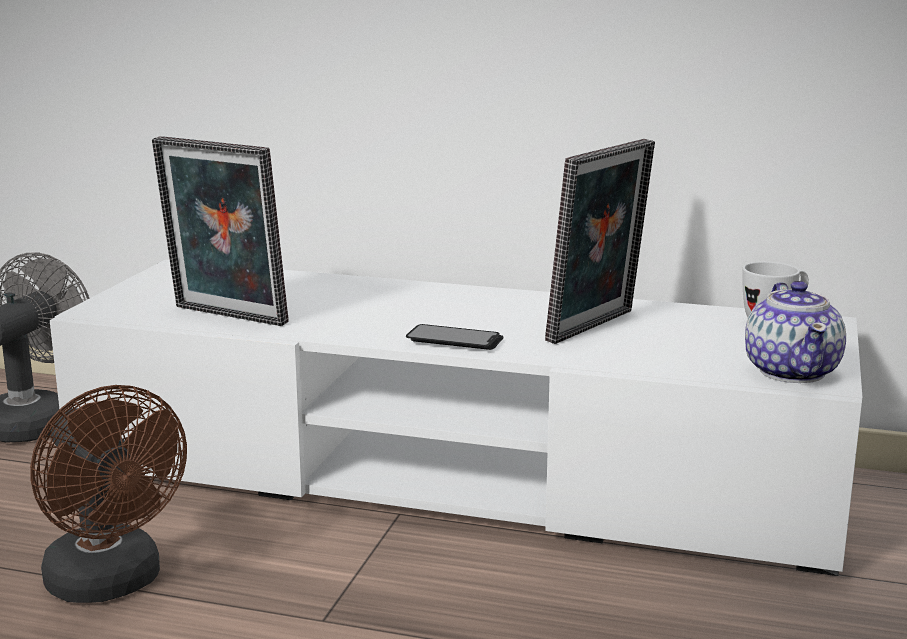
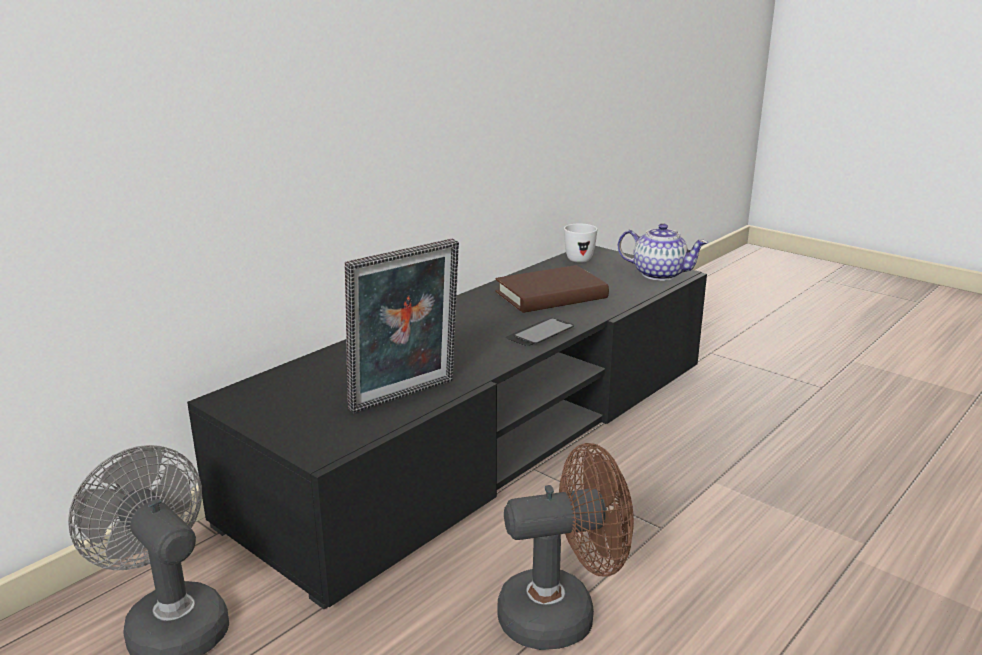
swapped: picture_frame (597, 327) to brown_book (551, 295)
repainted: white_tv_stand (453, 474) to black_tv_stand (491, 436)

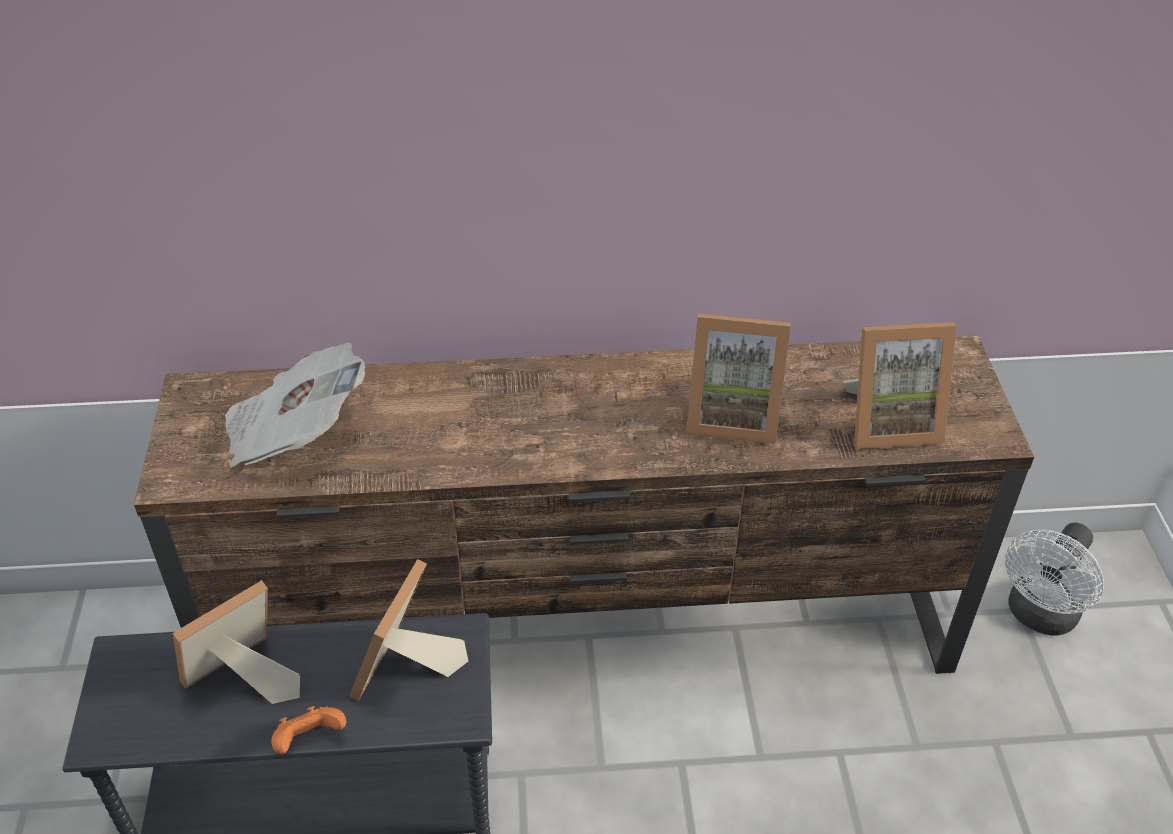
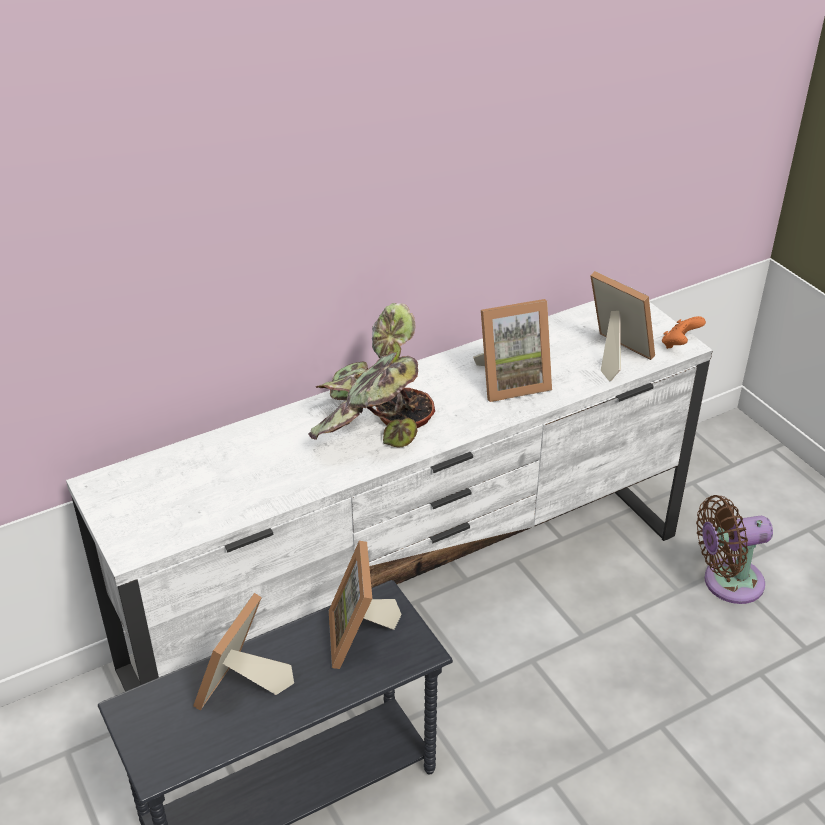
gone: newspaper (295, 434); white_fan (1038, 616)
new: potted_plant (370, 426); brown_fan (727, 582)
shifted: orange_game_controller (310, 740) to (679, 344)
repainted: brown_tv_stand (588, 632) to white_tv_stand (414, 599)
rotated: picture_frame (889, 422) = (613, 355) 105 degrees counterclockwise

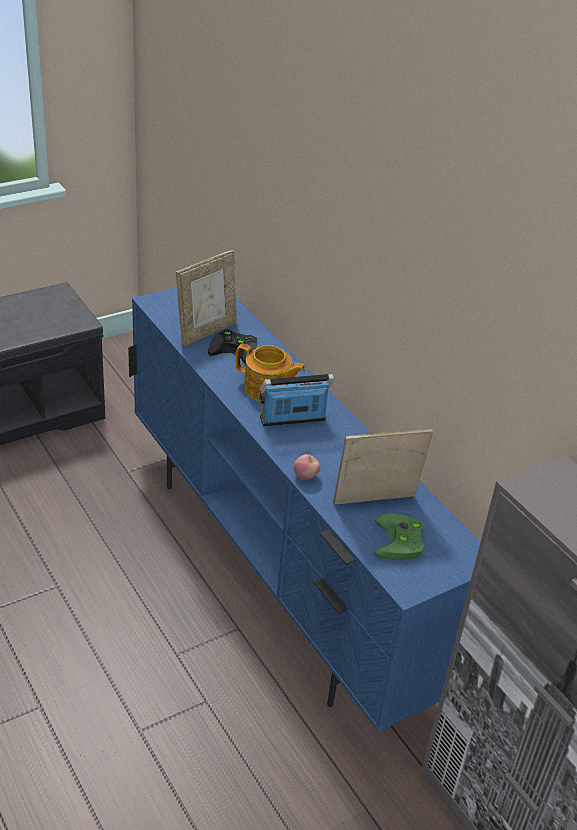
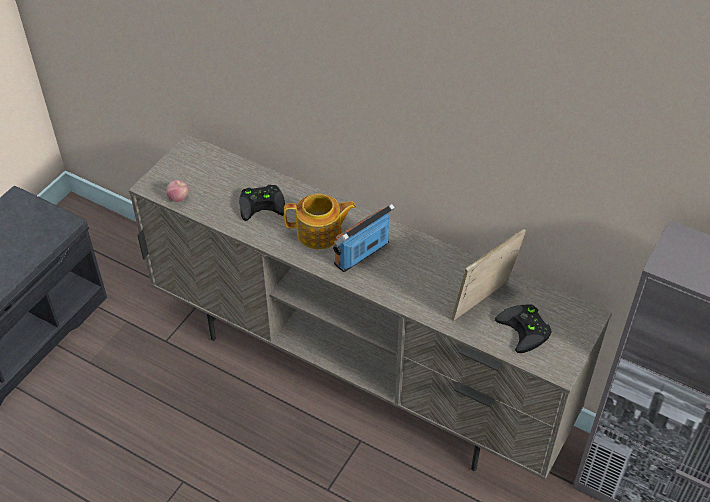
gone: picture_frame (206, 332)
shifted: apple (306, 476) to (178, 198)
repainted: blue_tv_stand (279, 573) to beige_tv_stand (359, 374); green_game_controller (400, 542) to black_game_controller (526, 330)

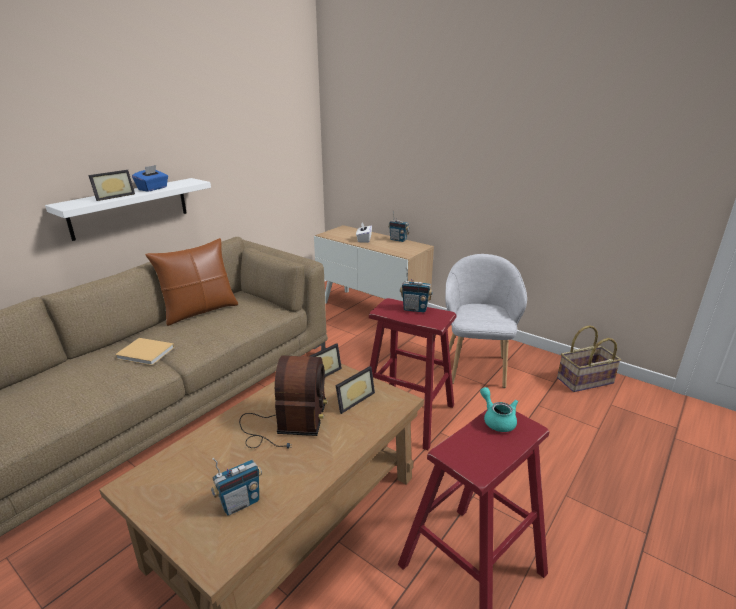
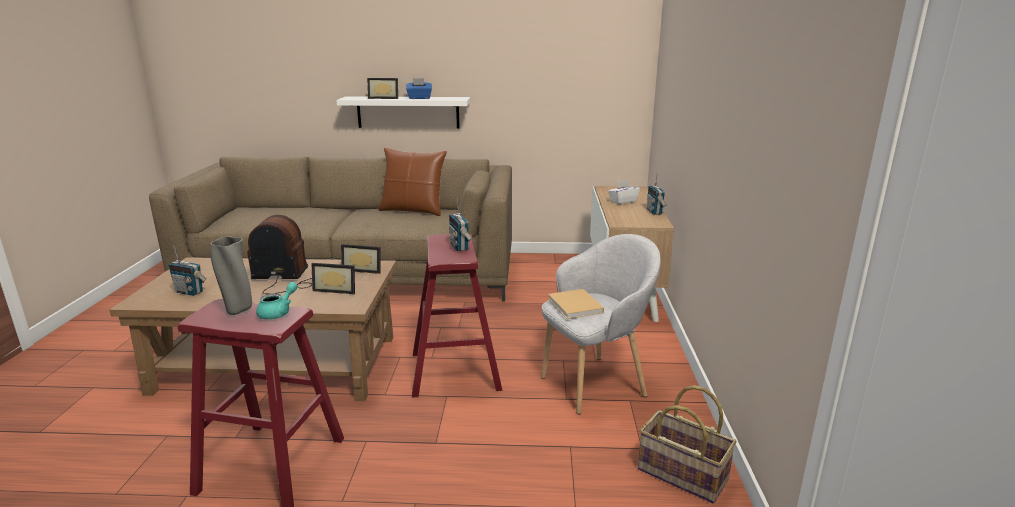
new: grey_vase (238, 310)
shifted: beige_book (147, 353) to (576, 306)
rotated: radio (286, 423) = (284, 279) 150 degrees counterclockwise

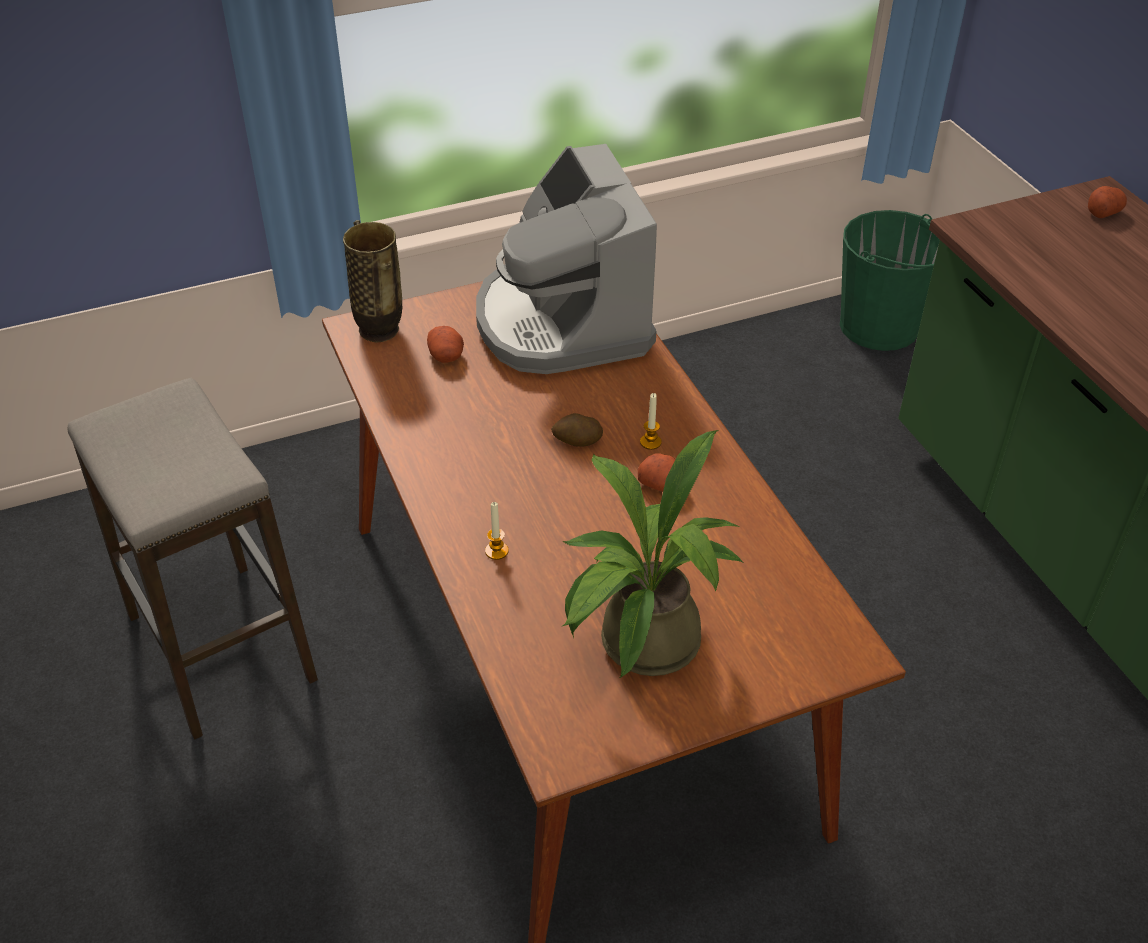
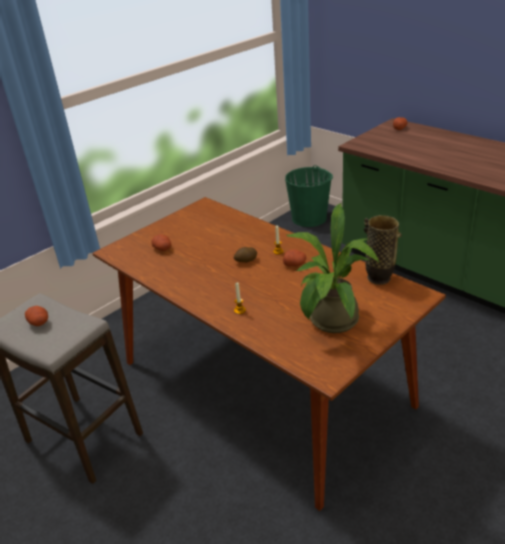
gone: coffee_machine (562, 322)
new: potato (39, 322)
shifted: vase (379, 330) to (379, 278)

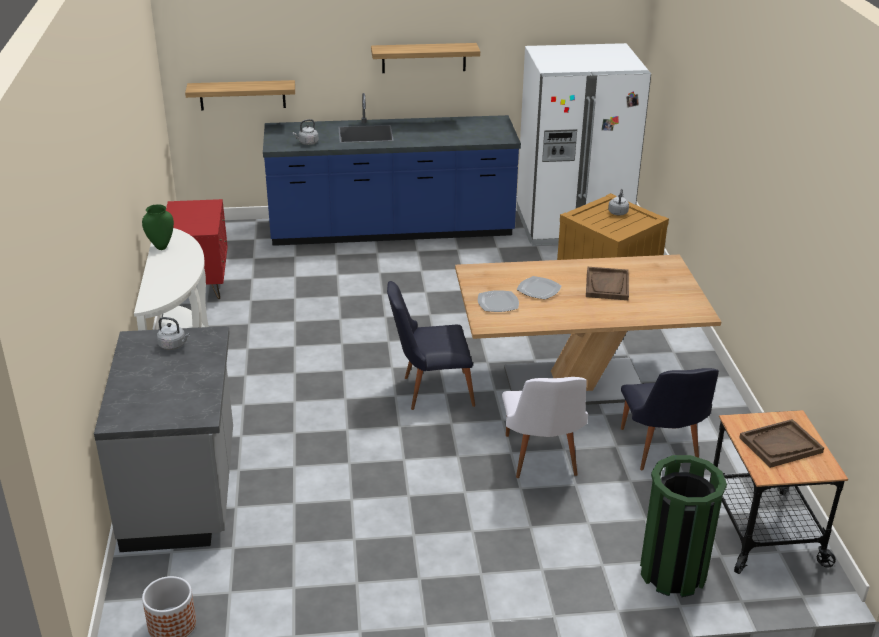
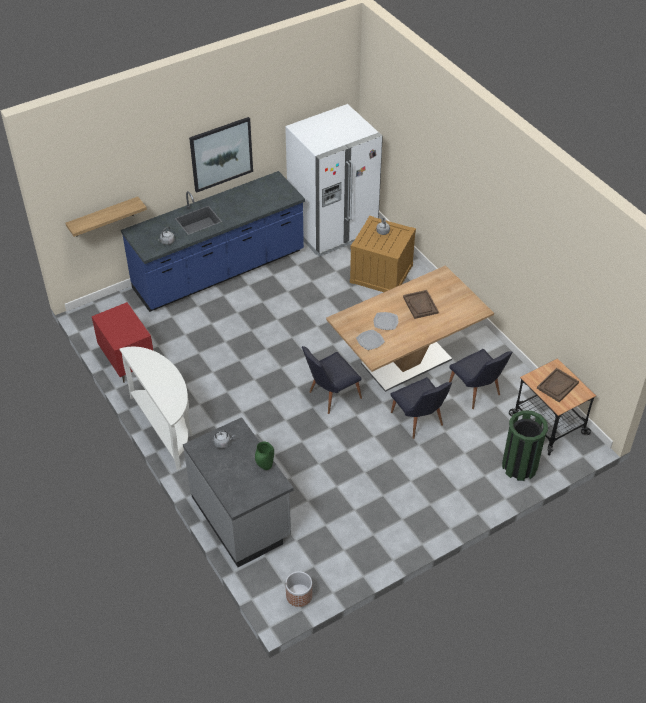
shifted: green_vase (161, 247) to (265, 467)
swapped: shelf (424, 58) to picture (221, 154)
repainted: white_chair (541, 460) to black_chair (419, 422)

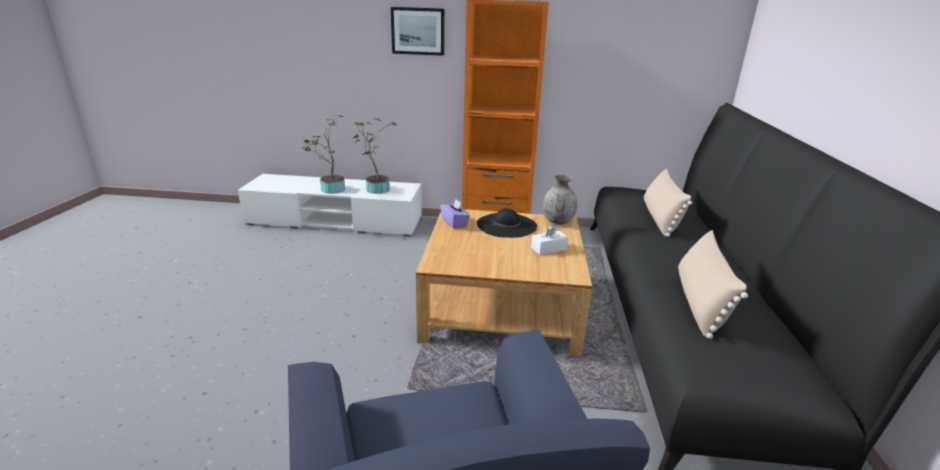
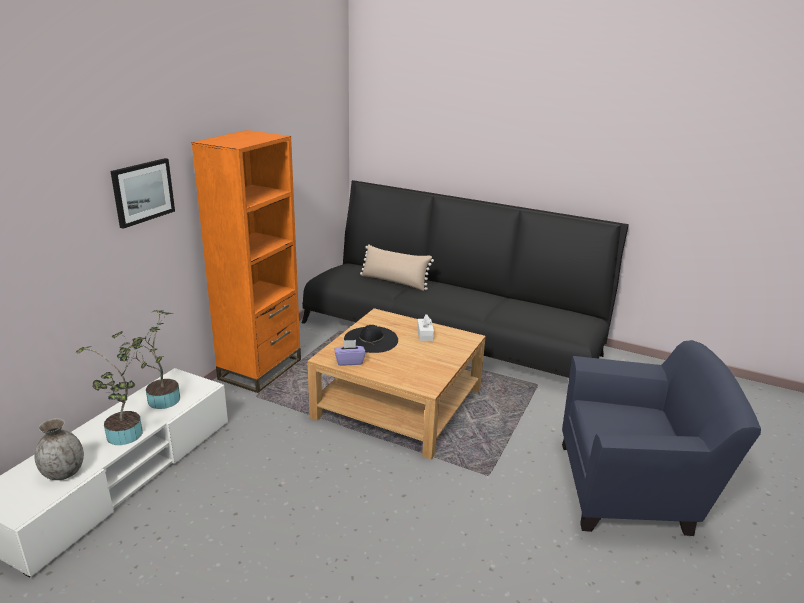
gone: beige_pillow (700, 302)
shifted: grey_vase (558, 221) to (63, 473)

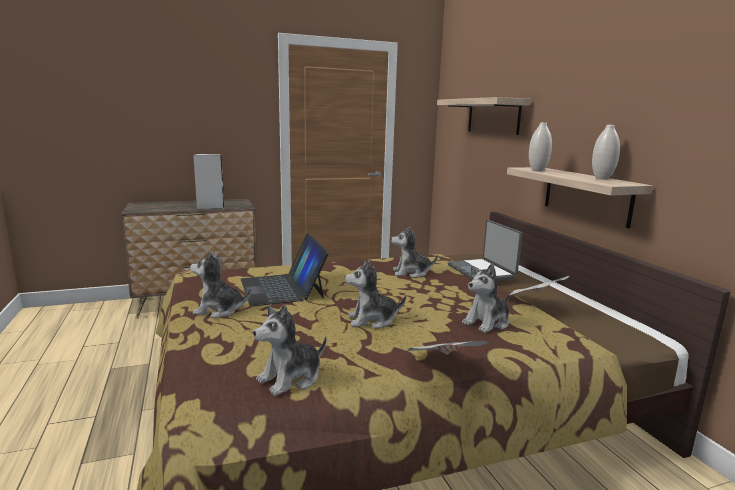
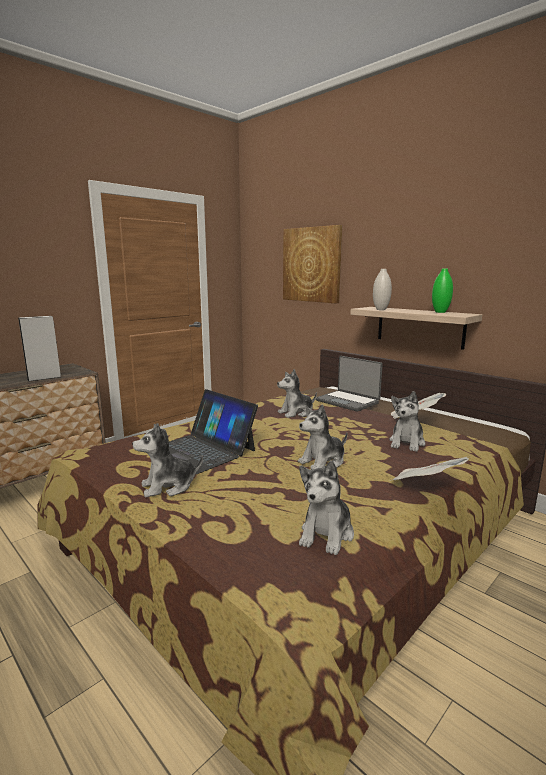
swapped: shelf (493, 116) to picture (311, 265)
repainted: white_vase (602, 179) to green_vase (440, 312)

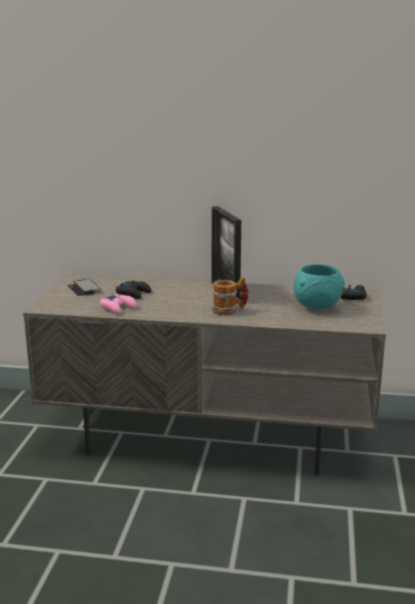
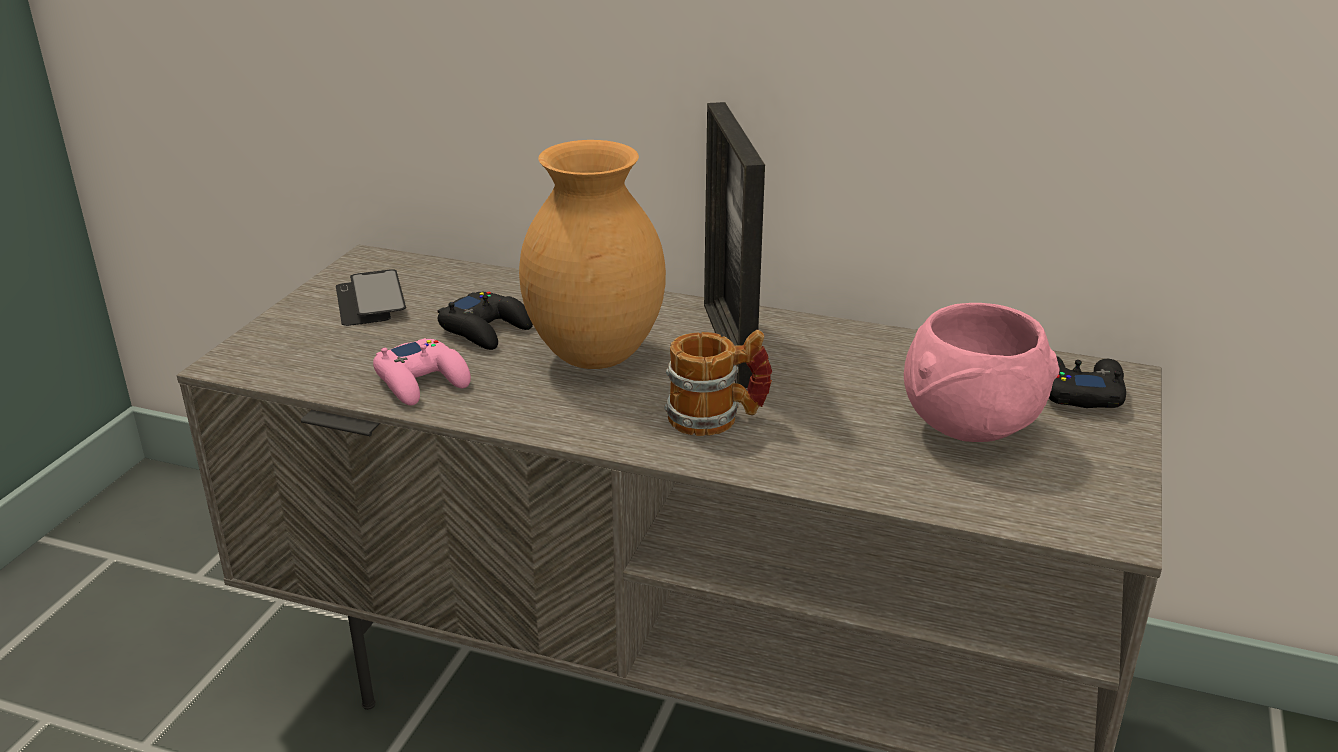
new: brown_vase (596, 357)
repainted: turquoise_bowl (317, 308) to pink_bowl (972, 430)

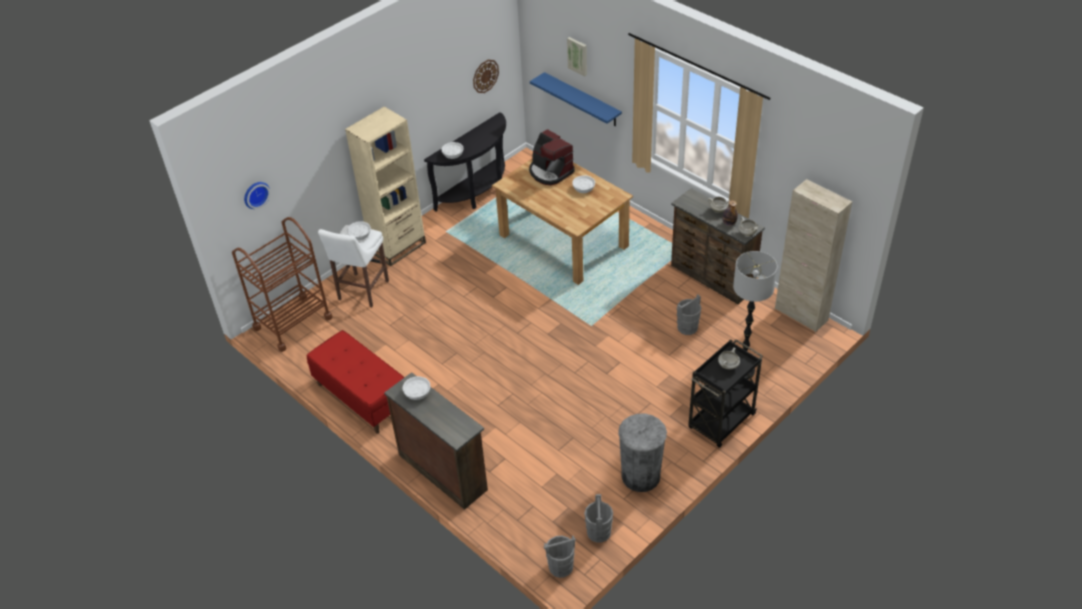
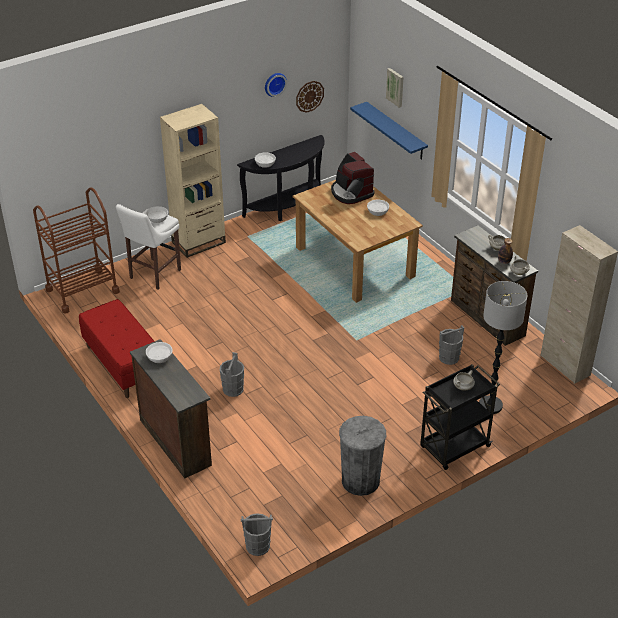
shifted: grey_bucket (598, 532) to (233, 389); wall_clock (255, 194) to (274, 83)

